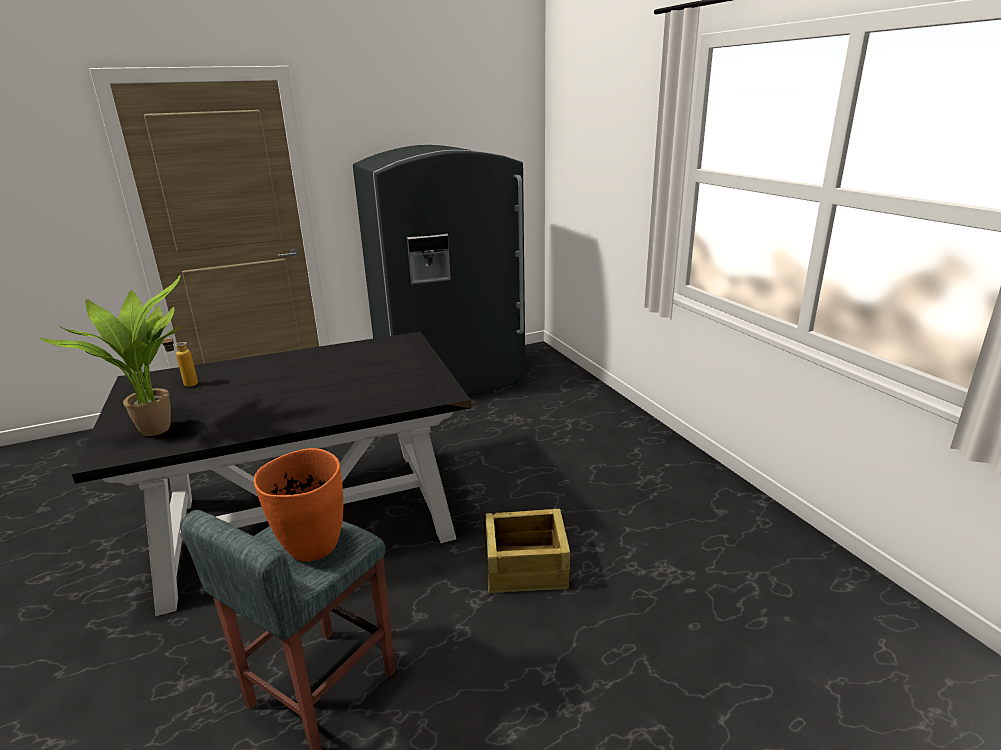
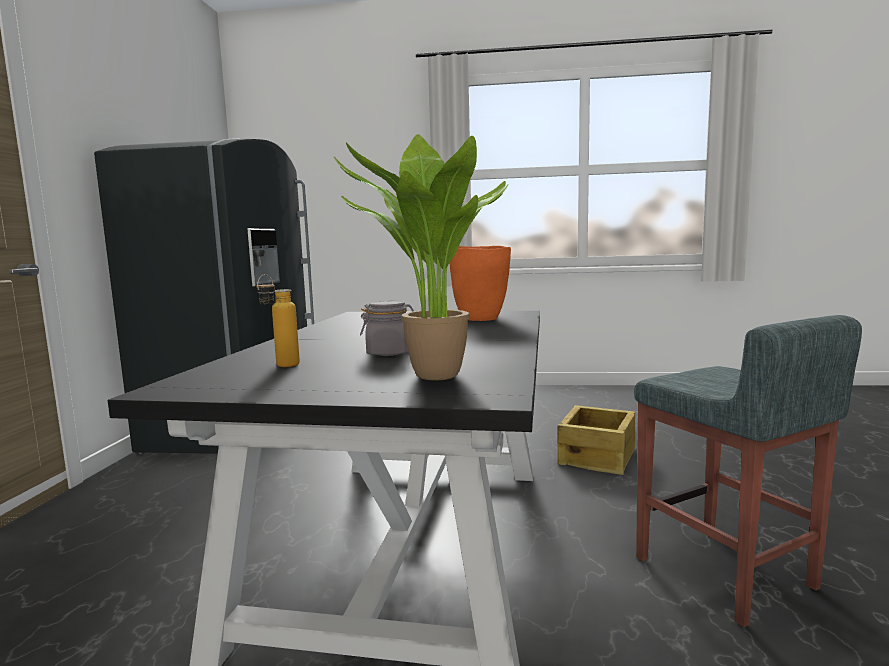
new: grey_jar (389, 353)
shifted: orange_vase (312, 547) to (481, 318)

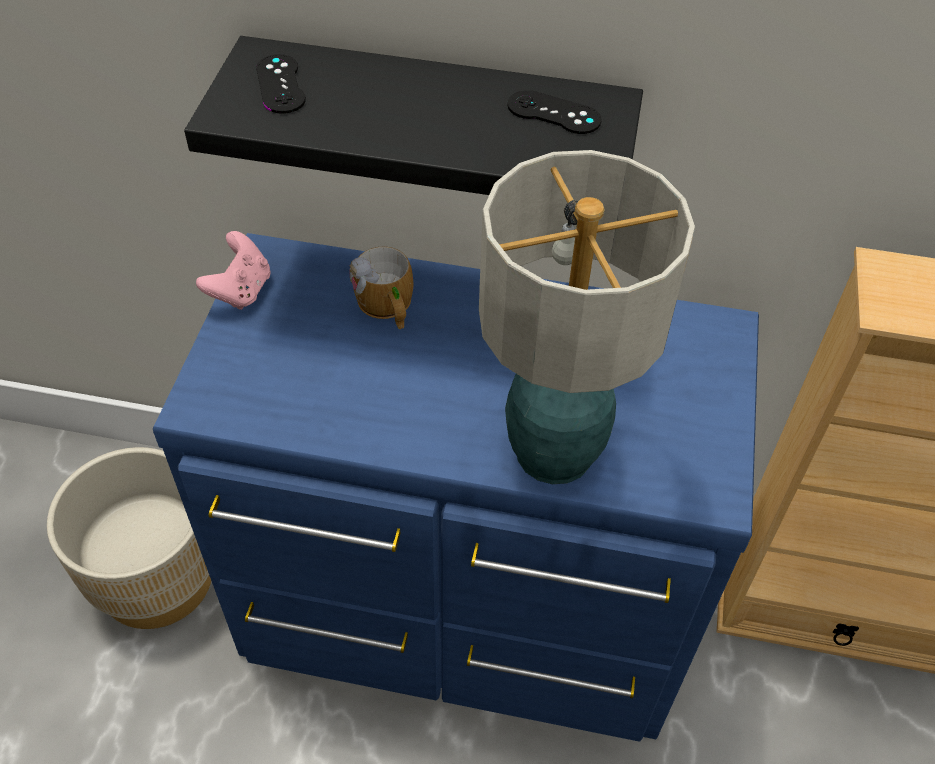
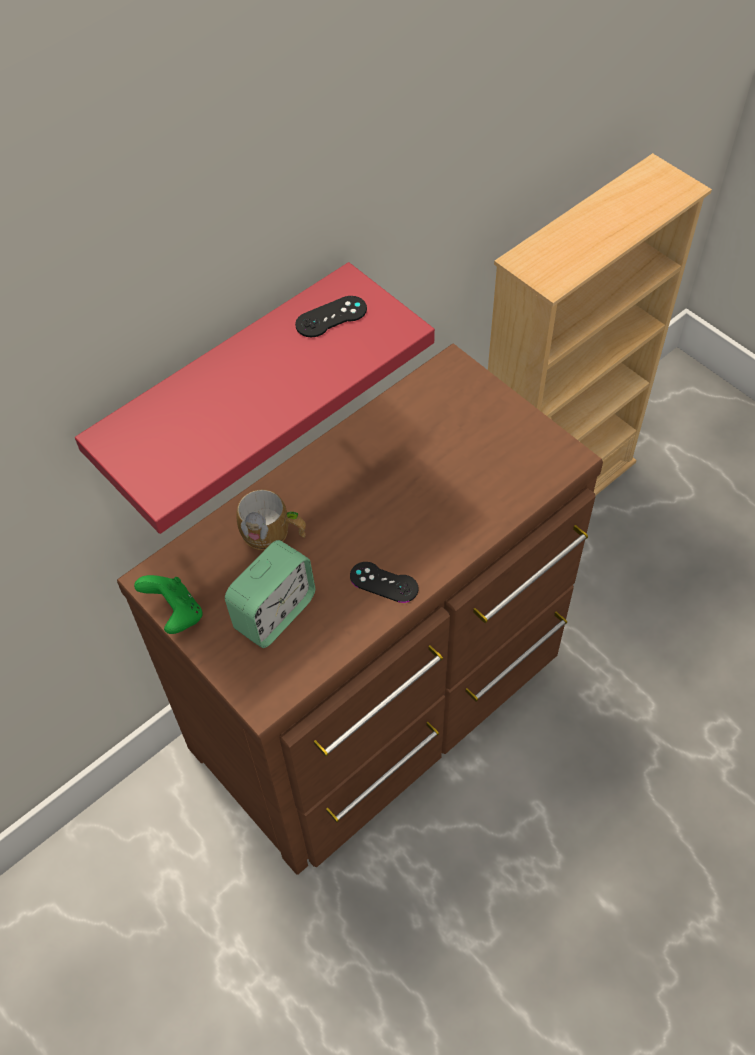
gone: beige_planter (156, 578); table_lamp (552, 451)
new: alarm_clock (274, 613)
shifted: black_game_controller (280, 84) to (384, 582)
repainted: black_shelf (437, 126) to red_shelf (227, 387); blue_dresser (464, 614) to brown_dresser (385, 701); pink_game_controller (241, 290) to green_game_controller (175, 614)

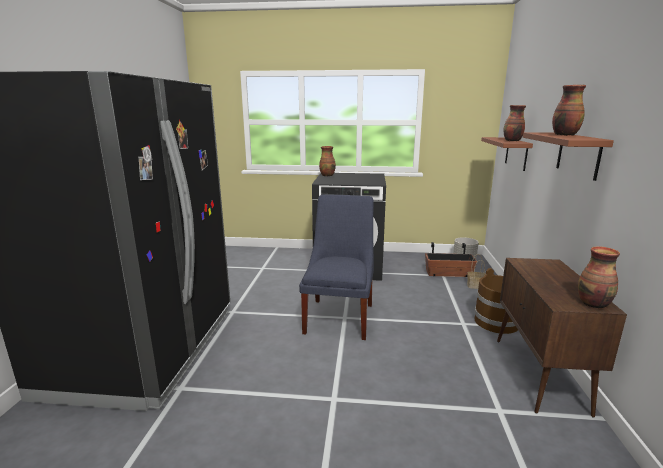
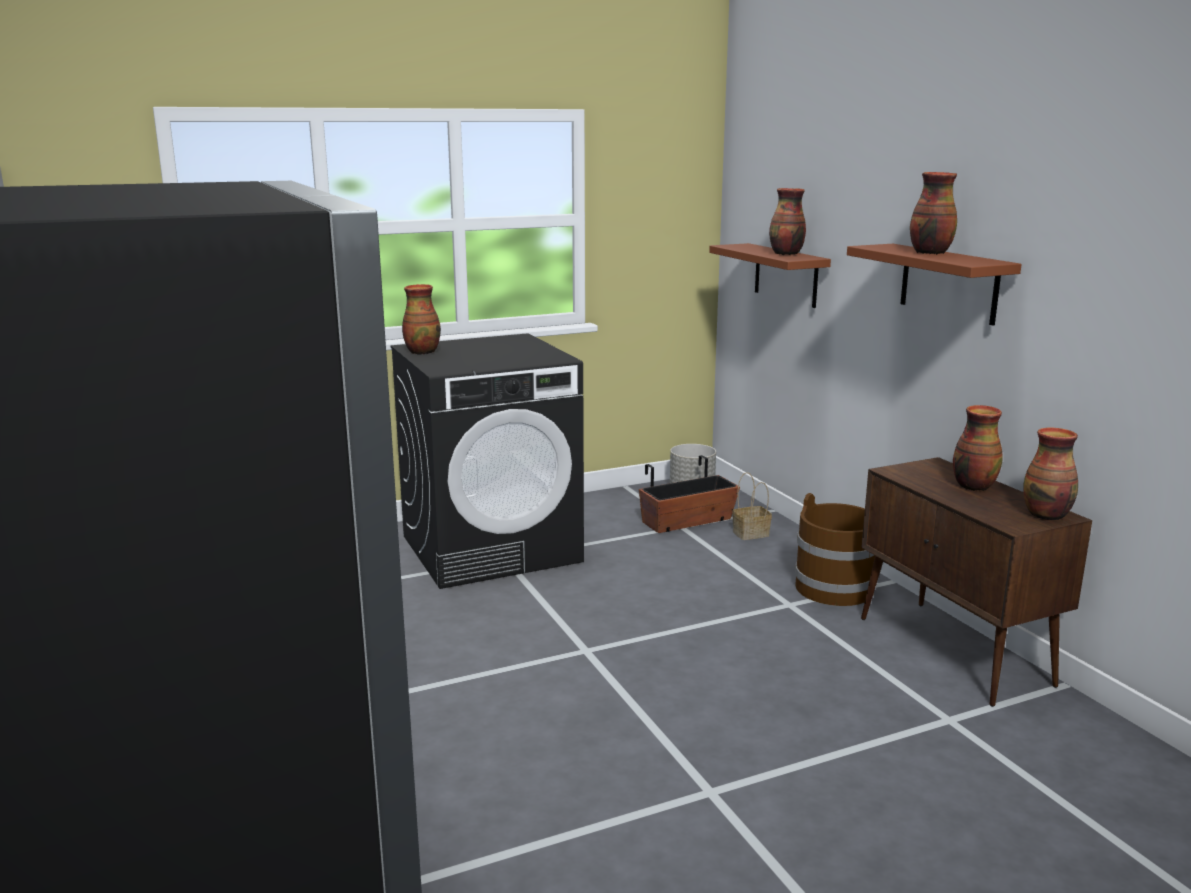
gone: blue_chair (340, 316)
new: vase (972, 486)

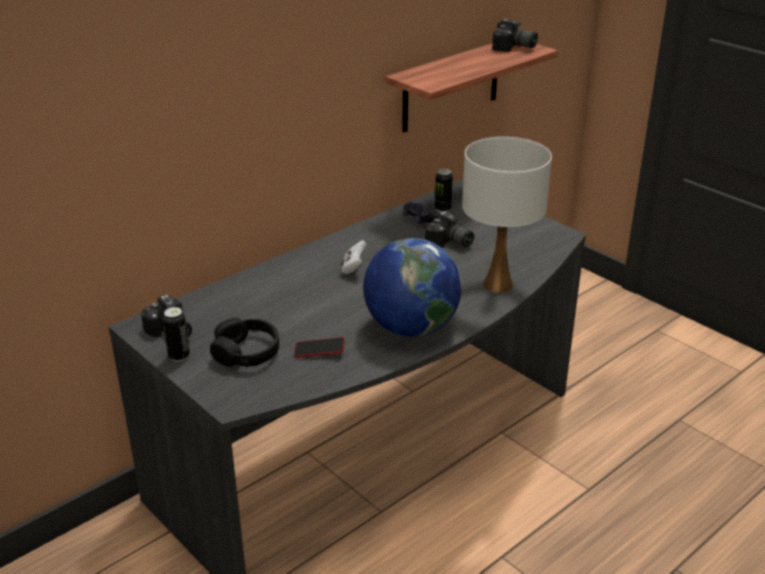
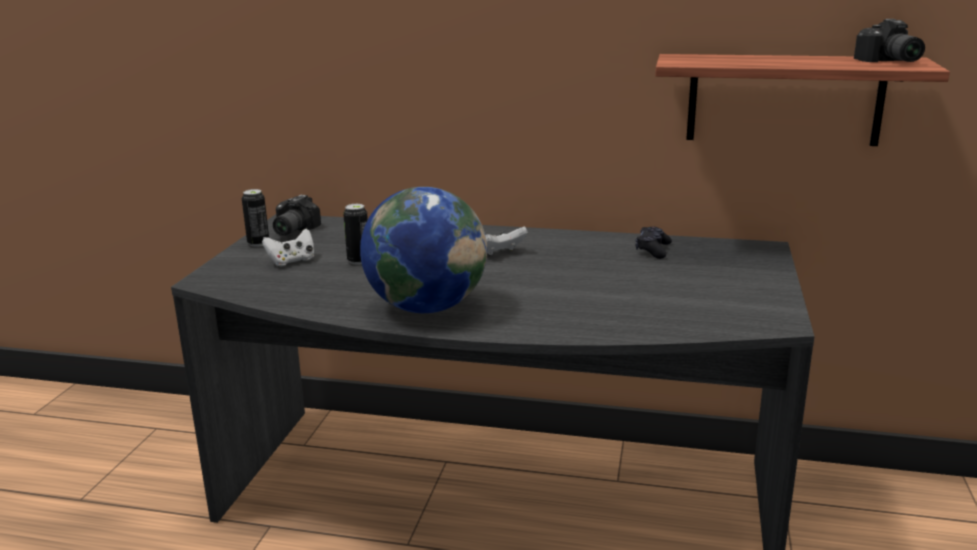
gone: phone (319, 351); photo_camera (449, 243); white_table_lamp (498, 285)
shifted: can (442, 209) to (358, 261)
swapped: black_headphones (246, 352) to white_game_controller (292, 261)

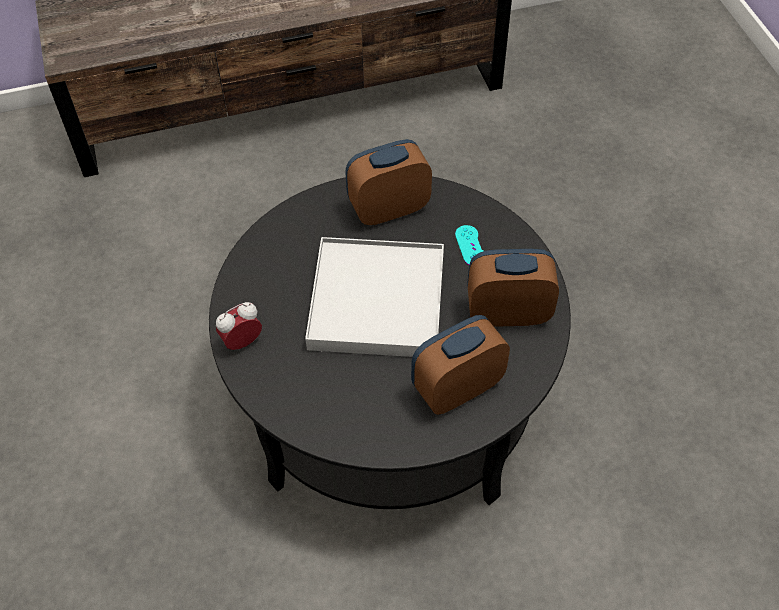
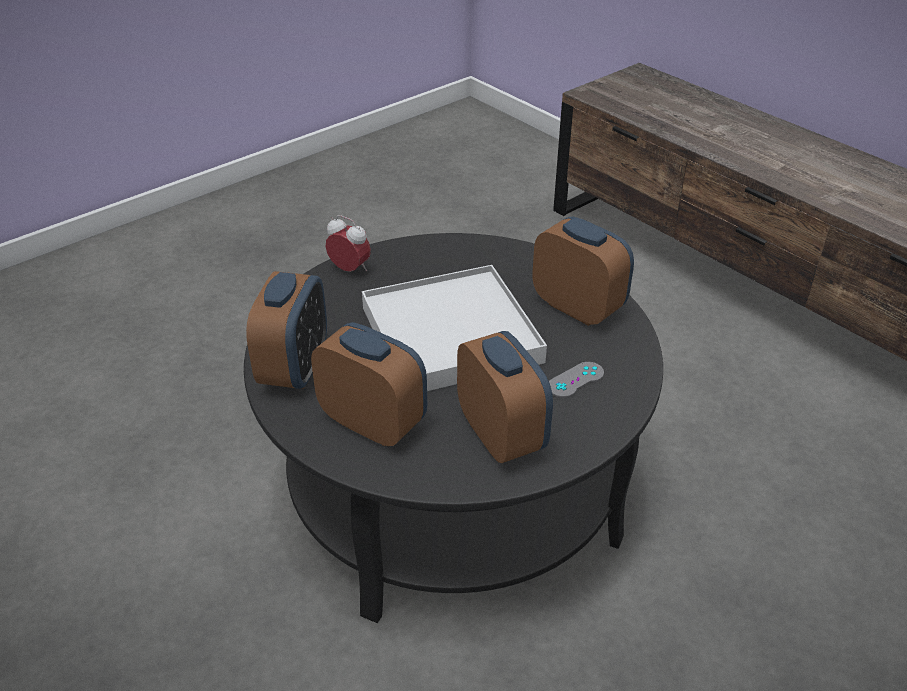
new: alarm_clock (295, 368)
repainted: turquoise_game_controller (470, 246) to grey_game_controller (575, 380)

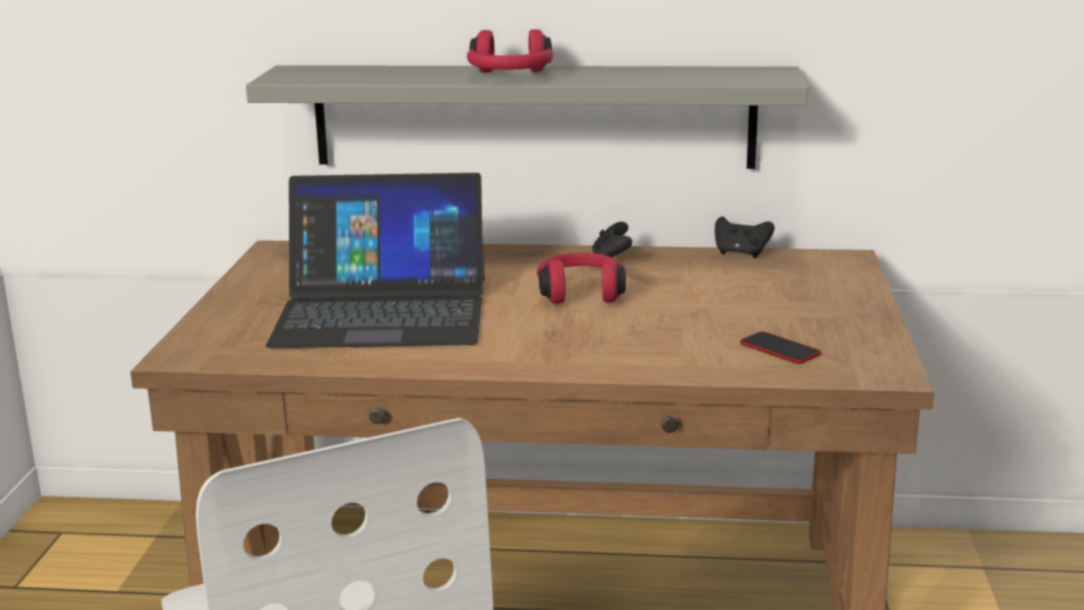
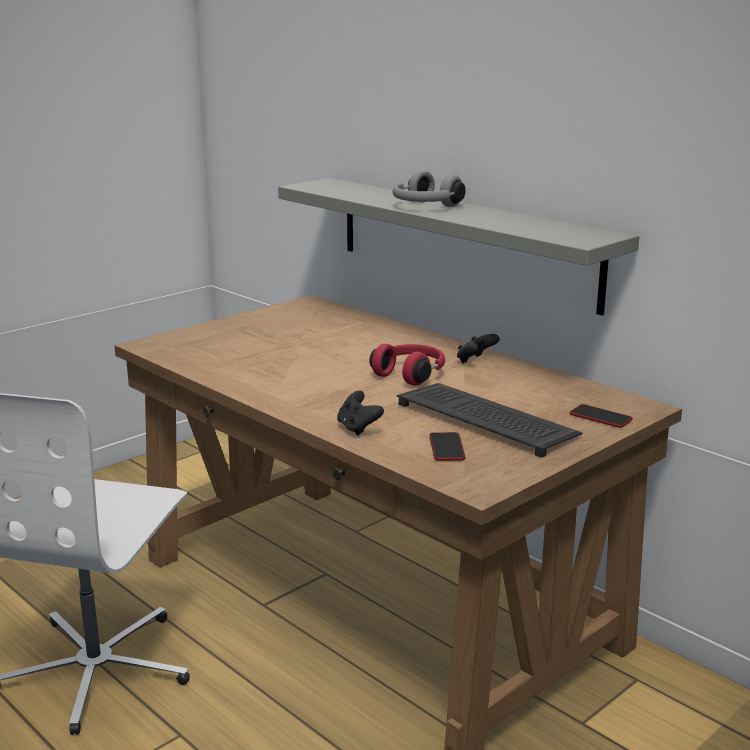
gone: laptop (382, 311)
new: keyboard (488, 420); phone (600, 417)
shifted: black_game_controller (741, 254) to (358, 428)
repainted: red_headphones (510, 76) to grey_headphones (425, 206)

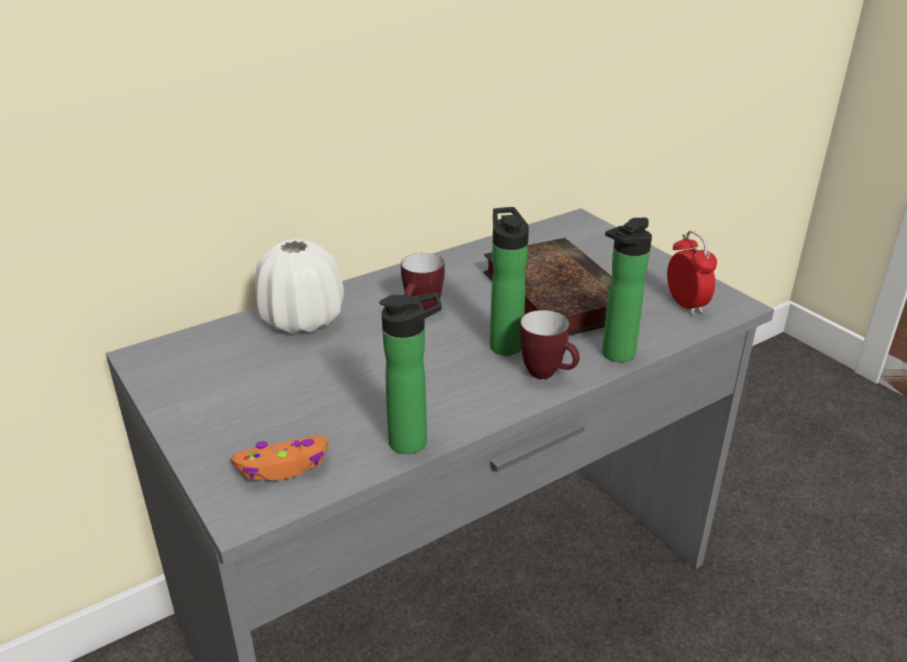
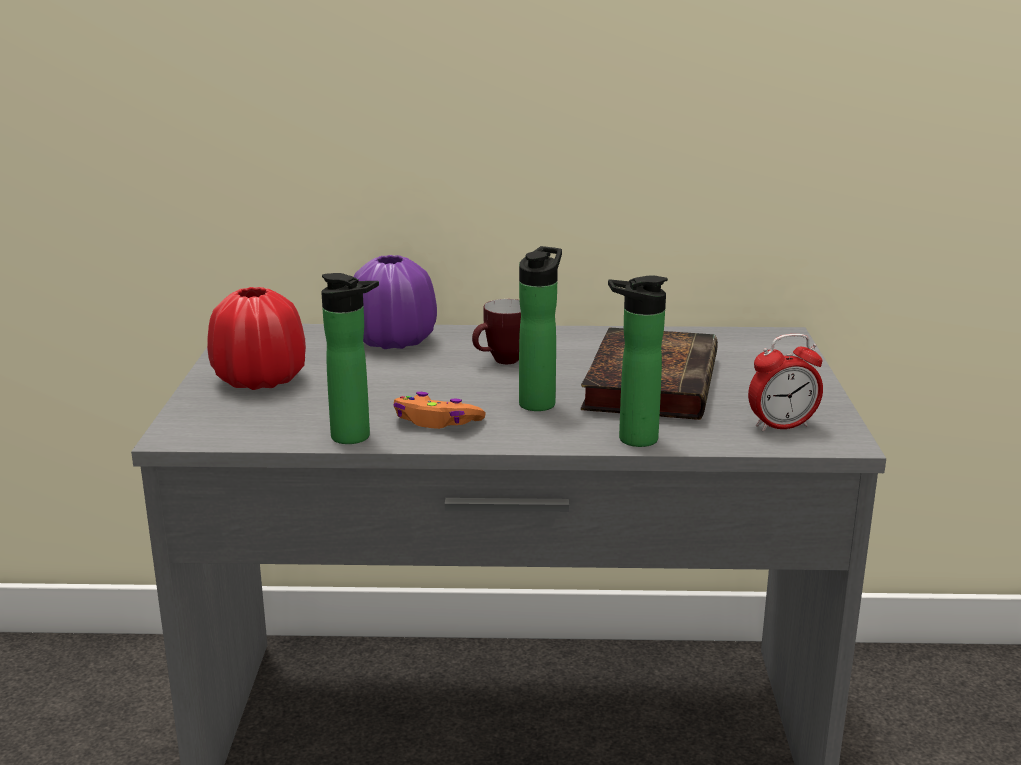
gone: mug (548, 374)
new: red_vase (260, 380)
shifted: orange_game_controller (283, 466) to (436, 422)
repainted: white_vase (302, 320) to purple_vase (393, 341)
rotated: alarm_clock (686, 304) = (781, 426) 60 degrees clockwise

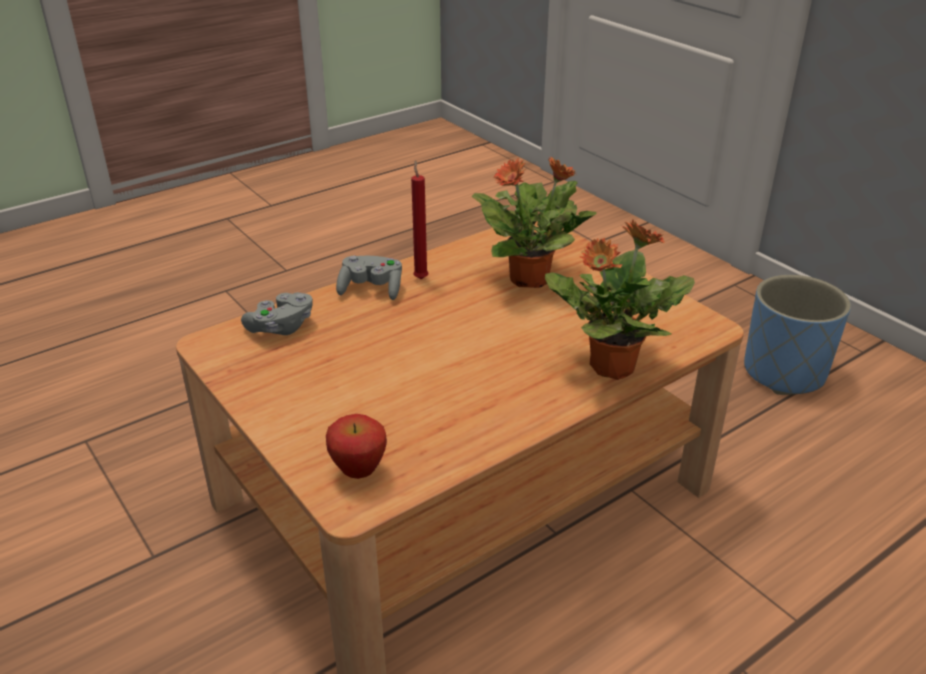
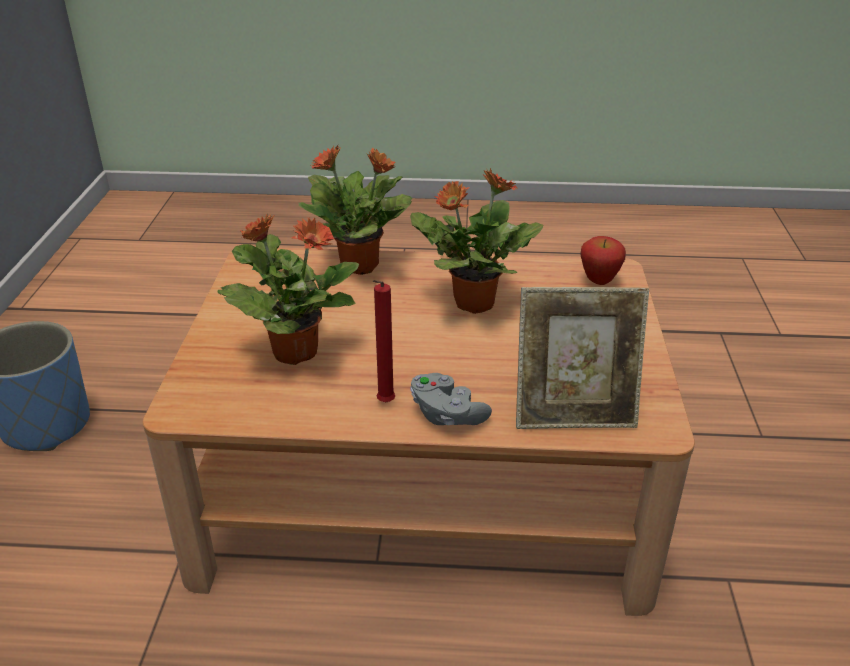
new: potted_plant (472, 303)
swapped: grey_game_controller (281, 327) to picture_frame (573, 413)

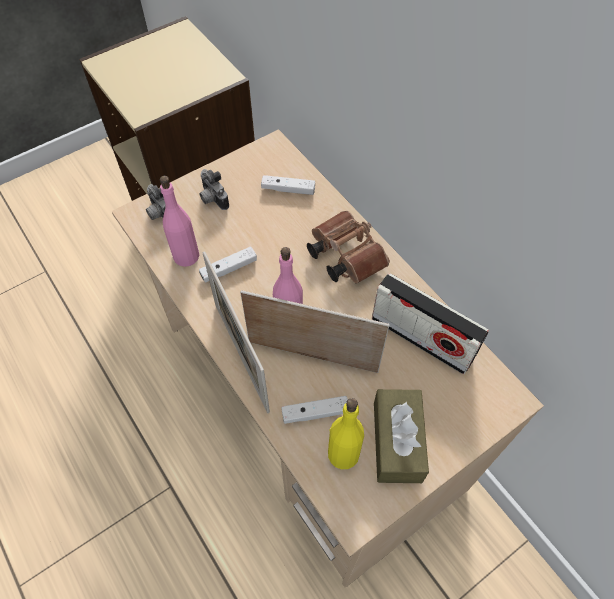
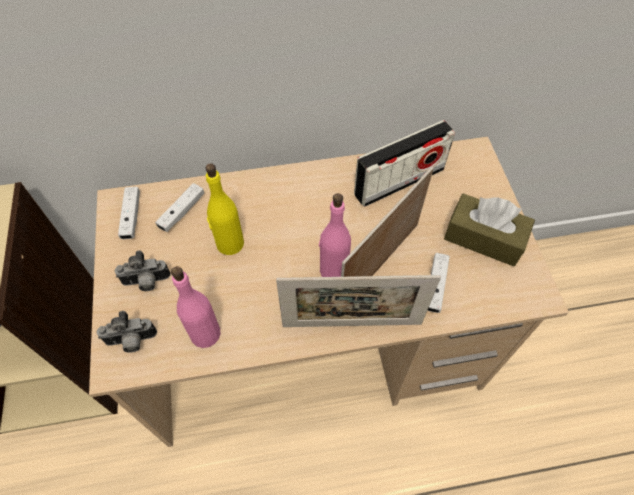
gone: brown_binoculars (344, 255)
shifted: white_game_controller (229, 269) to (131, 217); yellow_bottle (343, 453) to (229, 243)

